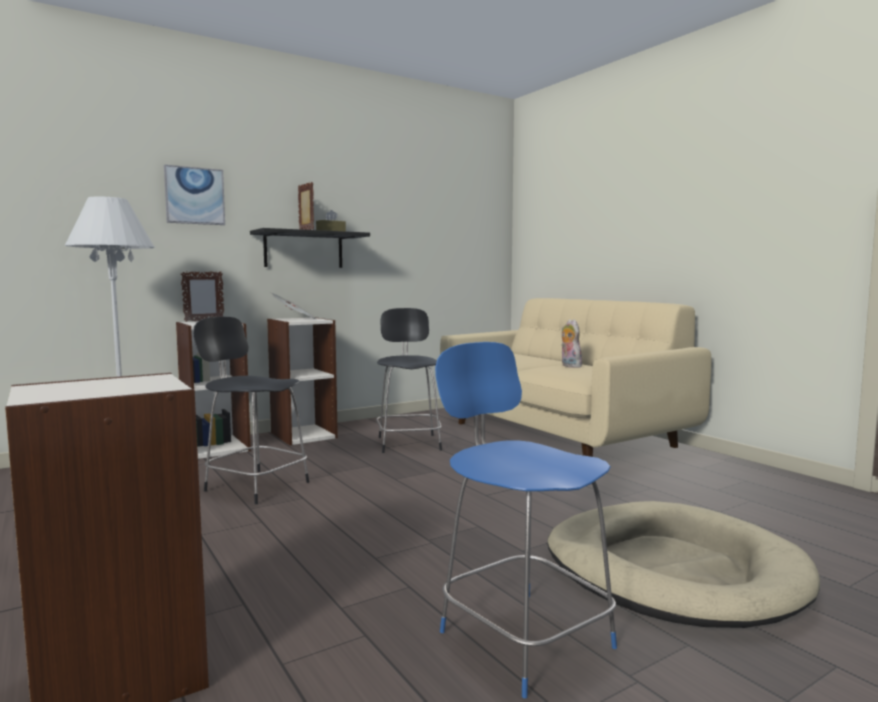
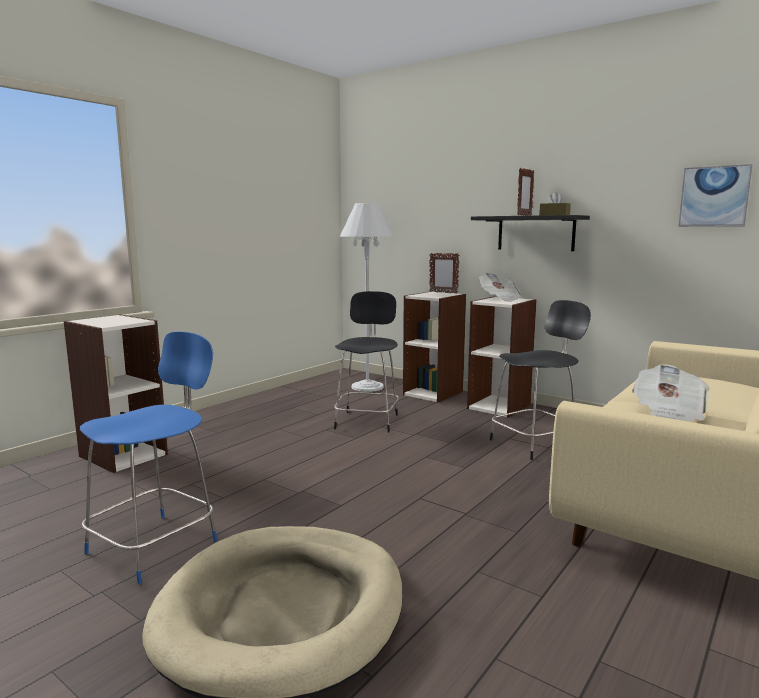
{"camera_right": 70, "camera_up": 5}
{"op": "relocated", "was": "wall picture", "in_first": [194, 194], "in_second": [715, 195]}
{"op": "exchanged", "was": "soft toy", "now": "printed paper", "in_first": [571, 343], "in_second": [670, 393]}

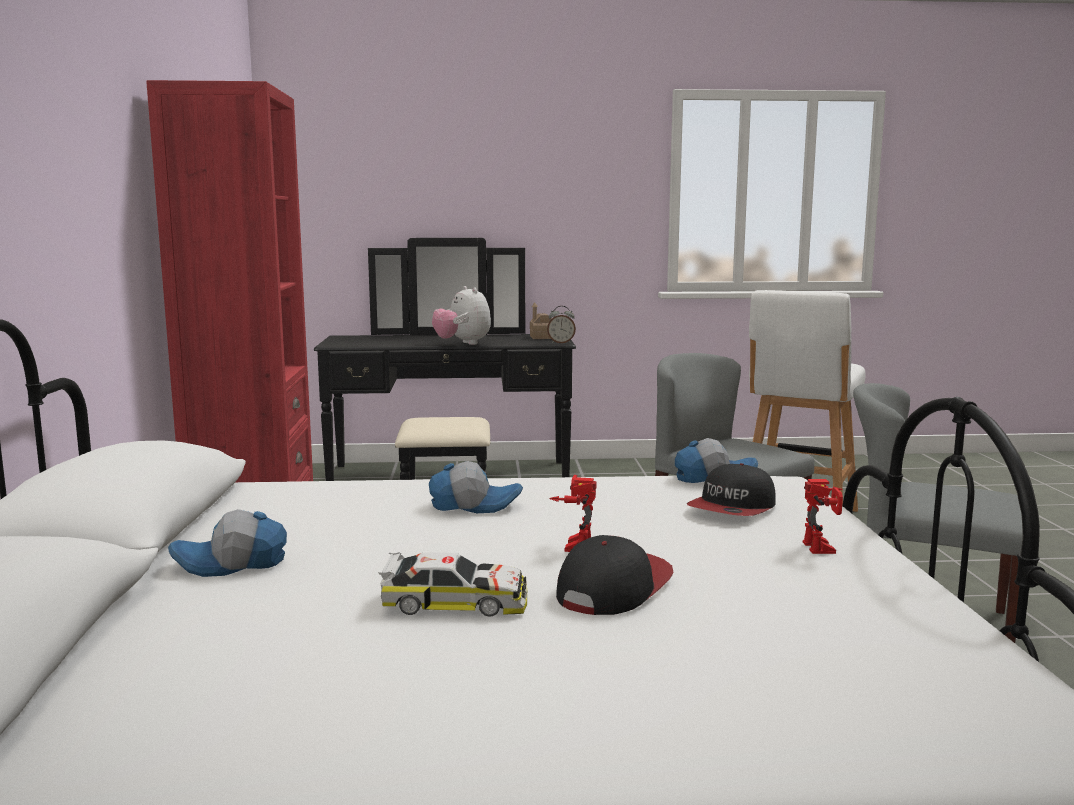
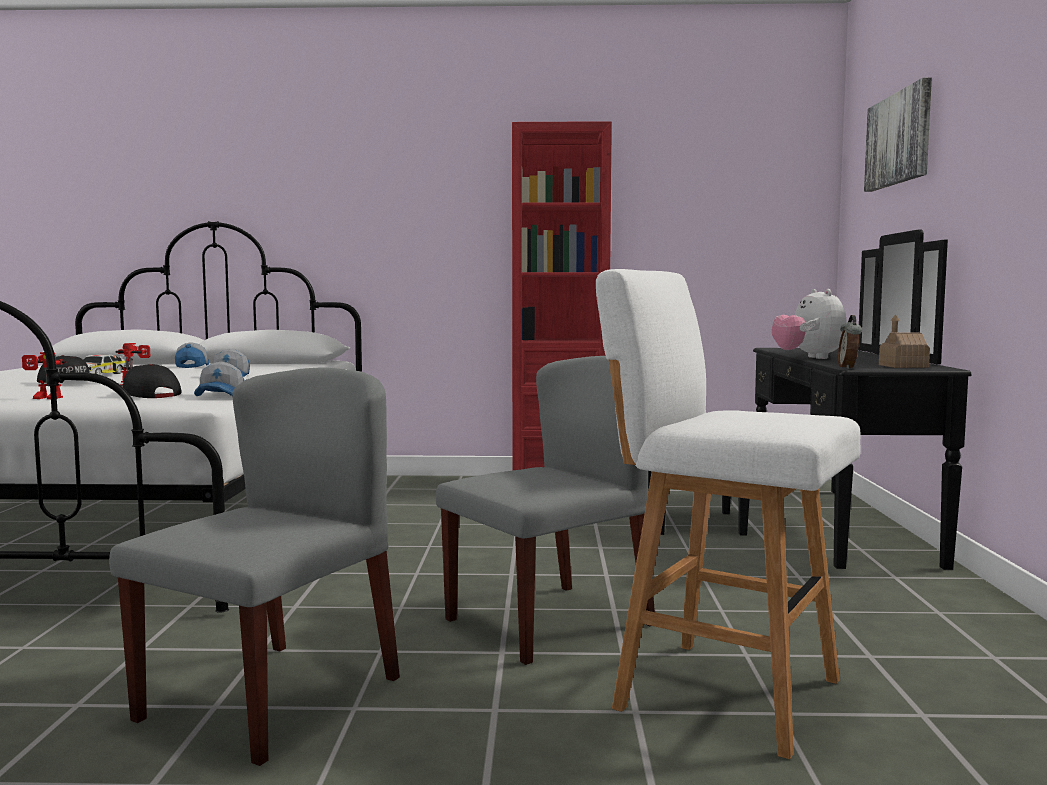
{"camera_right": 95, "camera_up": -5}
{"op": "spun", "was": "soft toy", "in_first": [461, 315], "in_second": [809, 324], "clockwise": -75}
{"op": "appeared", "now": "wall picture", "in_second": [898, 135]}

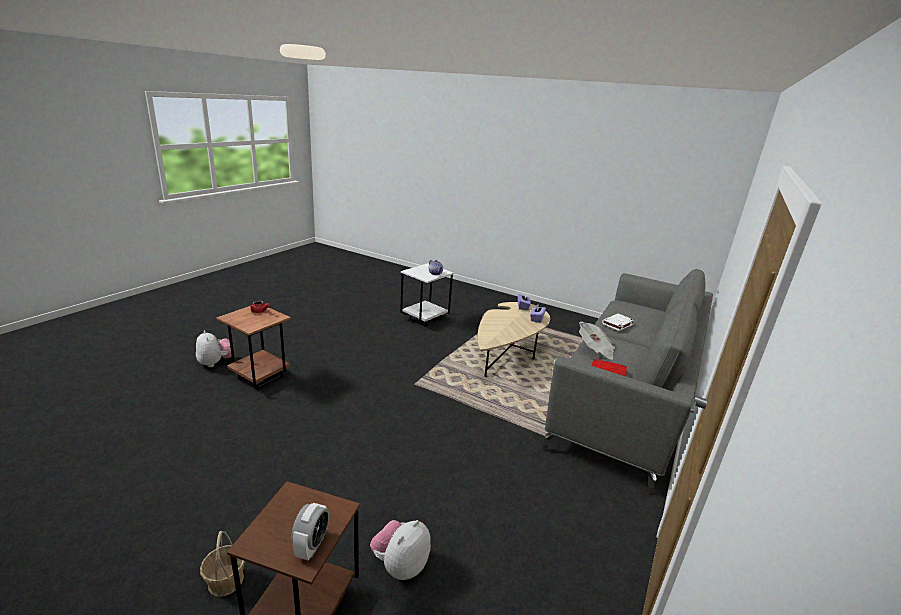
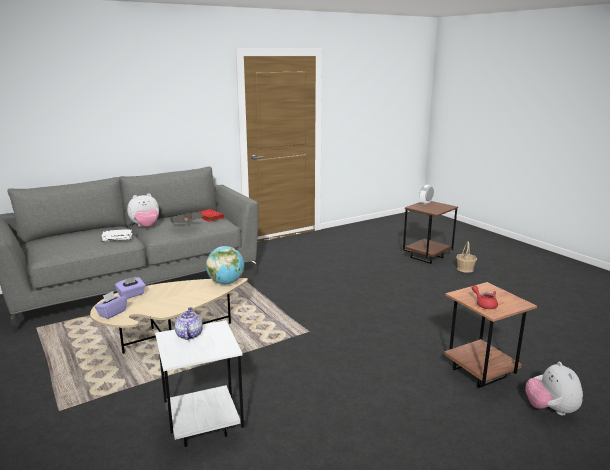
{"camera_right": -150, "camera_up": -5}
{"op": "relocated", "was": "soft toy", "in_first": [400, 550], "in_second": [143, 210]}
{"op": "appeared", "now": "globe", "in_second": [225, 265]}

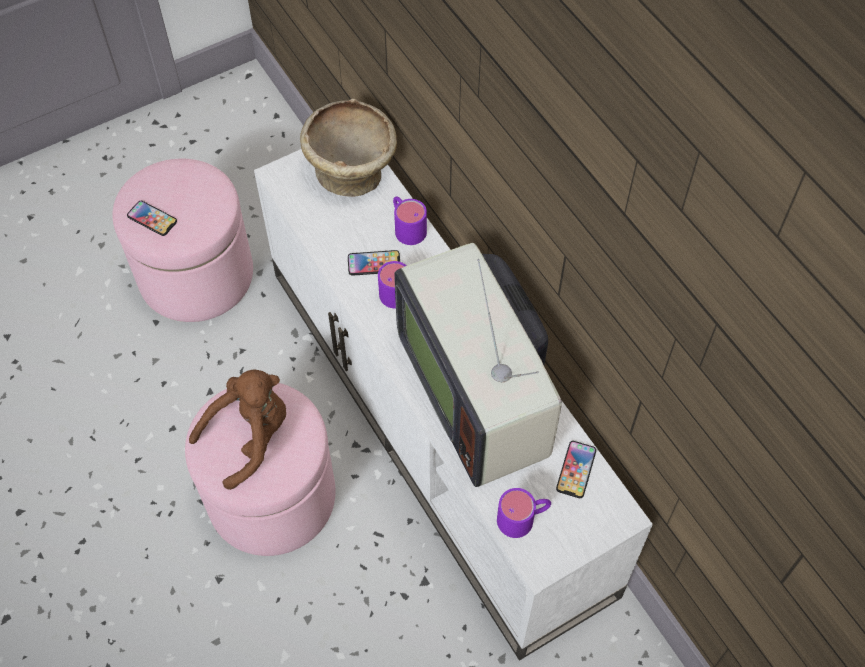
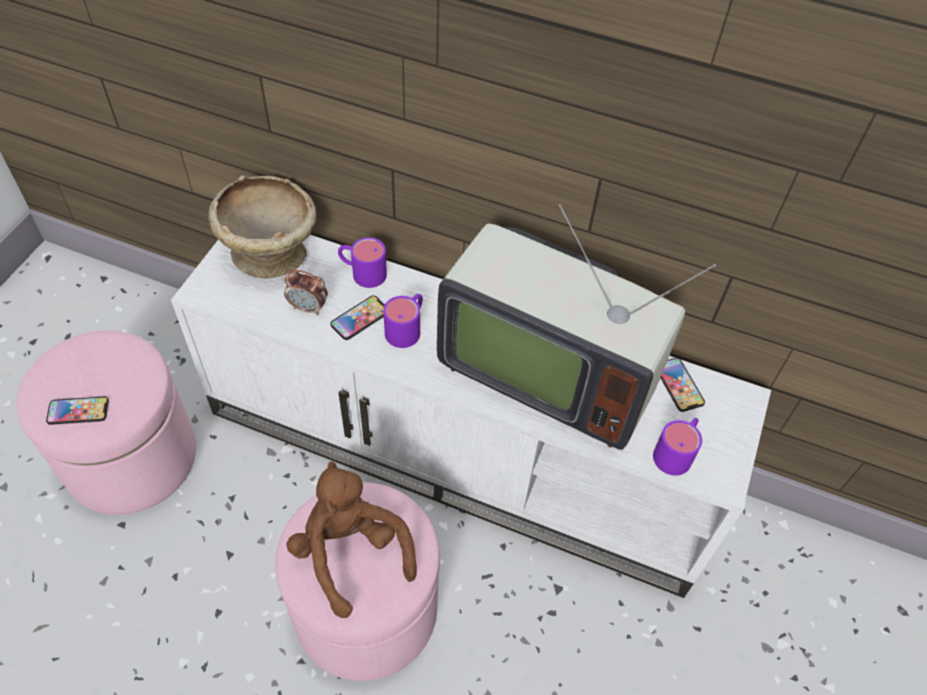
{"camera_right": -40, "camera_up": -5}
{"op": "spun", "was": "brown soft toy", "in_first": [237, 430], "in_second": [351, 539], "clockwise": -45}
{"op": "appeared", "now": "bedside clock", "in_second": [306, 292]}

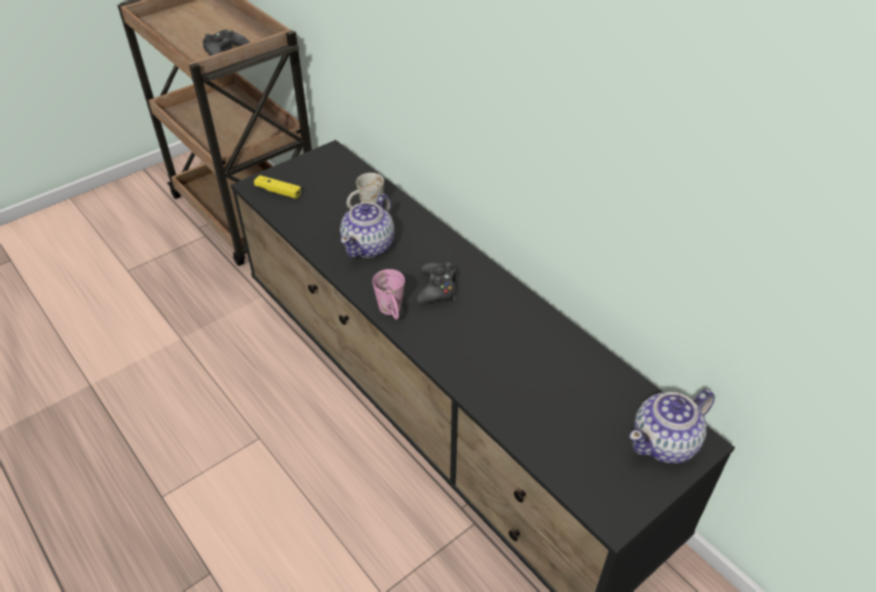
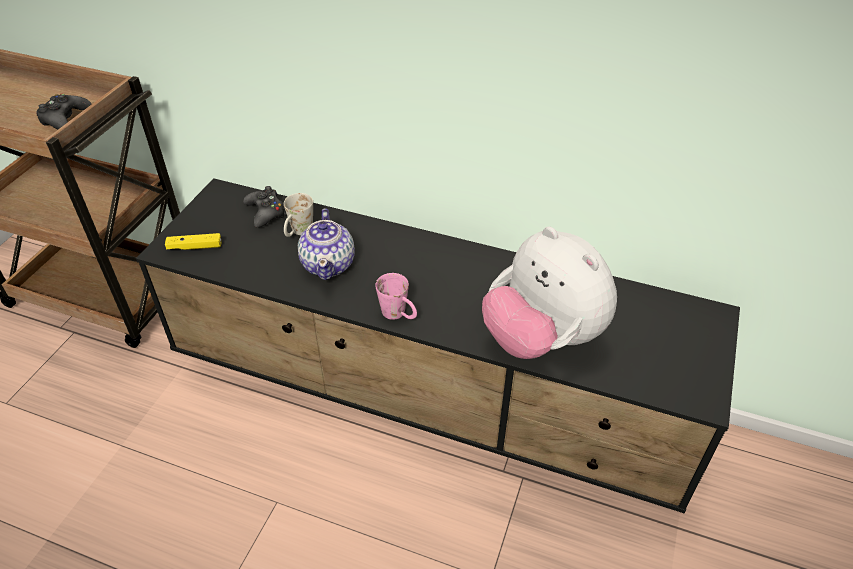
{"camera_right": -30, "camera_up": 0}
{"op": "relocated", "was": "blackish gamepad", "in_first": [437, 283], "in_second": [264, 207]}
{"op": "missing", "was": "pot for tea", "in_first": [672, 426]}
{"op": "appeared", "now": "soft toy", "in_second": [549, 292]}

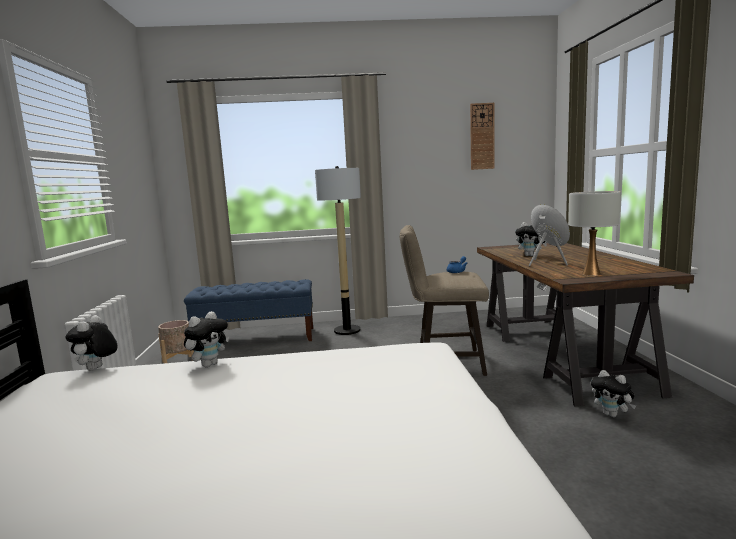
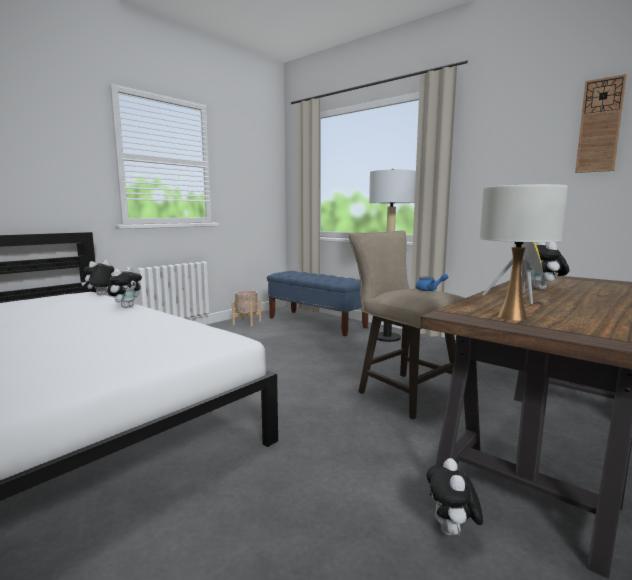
{"camera_right": 45, "camera_up": 0}
{"op": "spun", "was": "soft toy", "in_first": [206, 339], "in_second": [124, 287], "clockwise": -60}

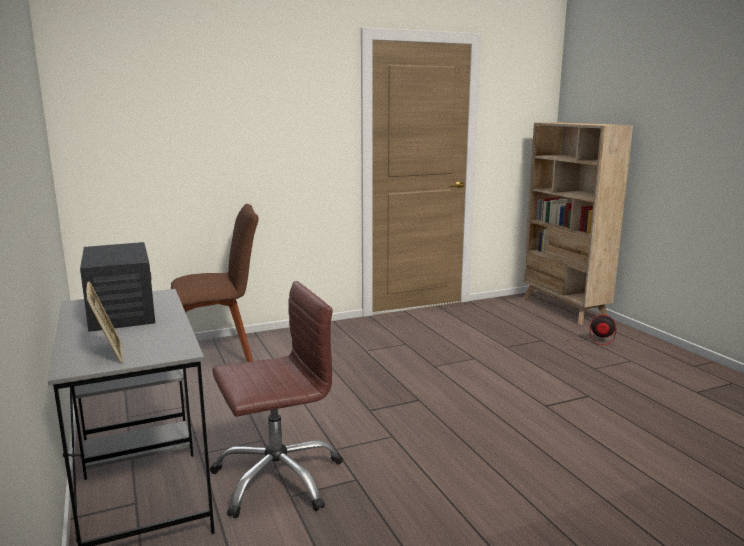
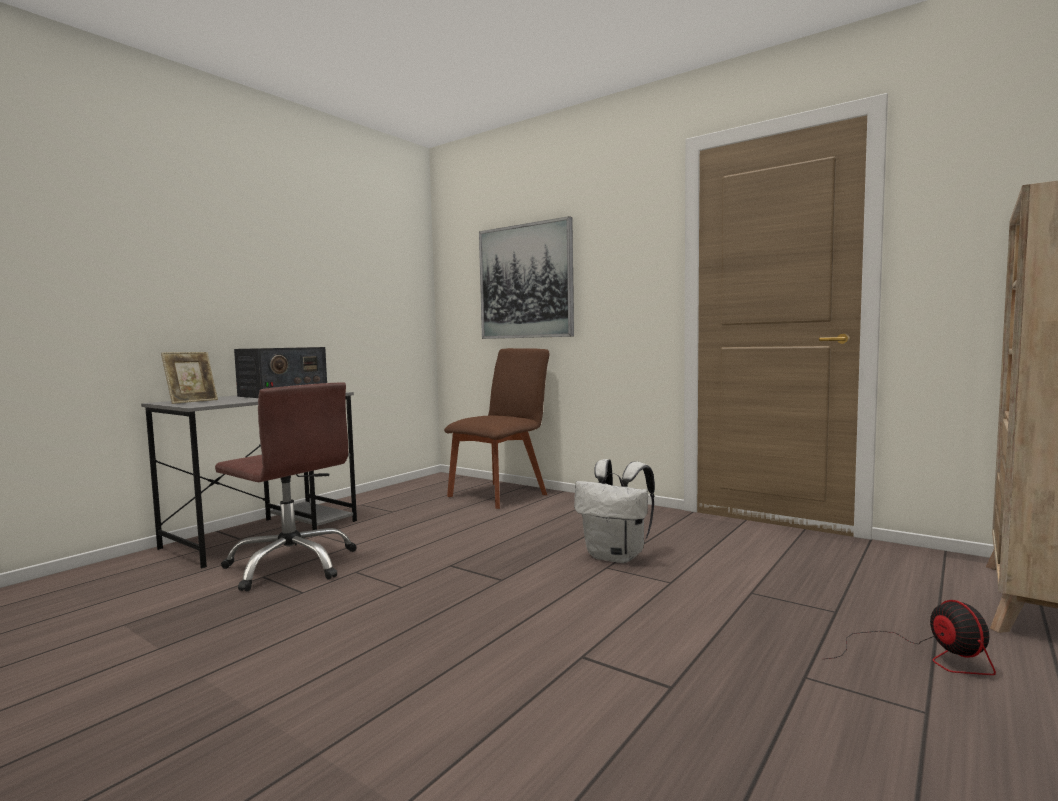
{"camera_right": 60, "camera_up": -10}
{"op": "spun", "was": "brown chair", "in_first": [215, 283], "in_second": [497, 428], "clockwise": -90}
{"op": "appeared", "now": "wall picture", "in_second": [526, 277]}
{"op": "appeared", "now": "white-coloured backpack", "in_second": [614, 511]}

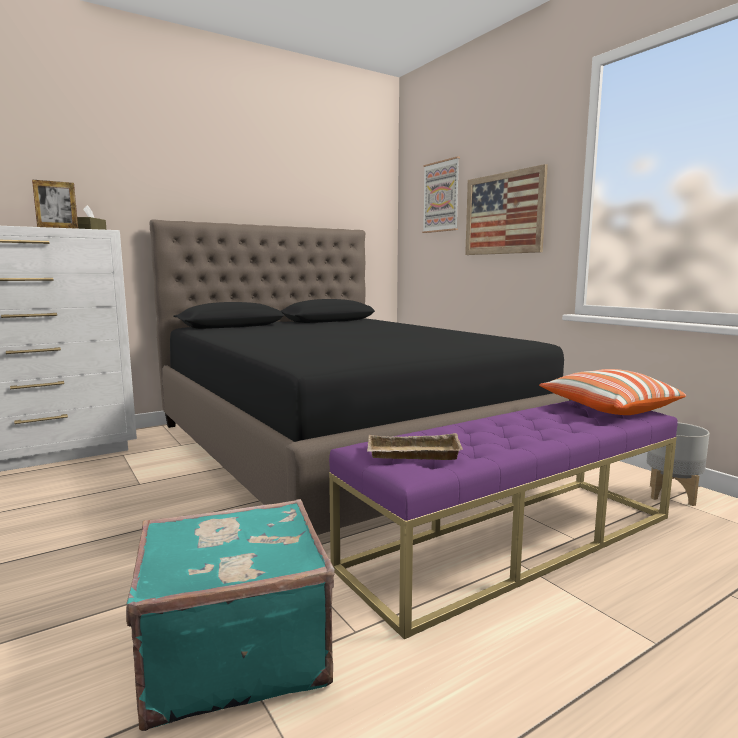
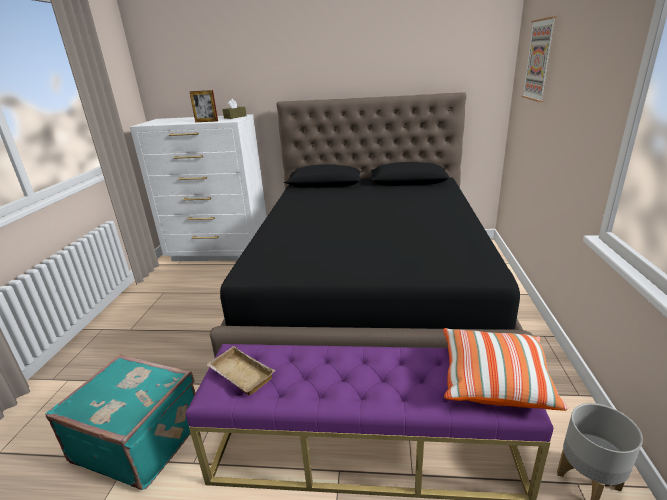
{"camera_right": 40, "camera_up": 15}
{"op": "missing", "was": "wall picture", "in_first": [506, 209]}

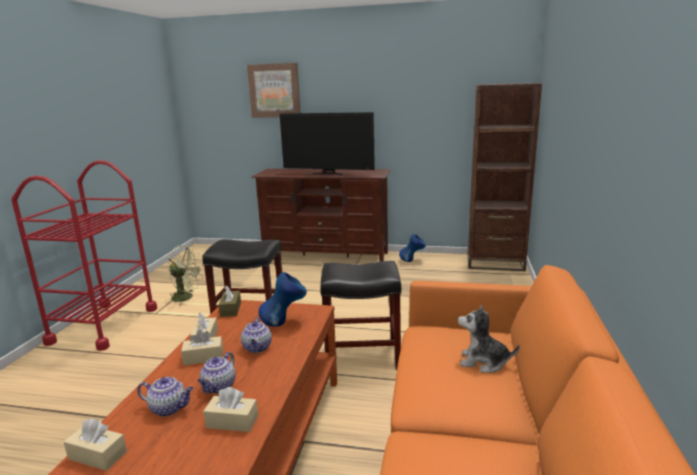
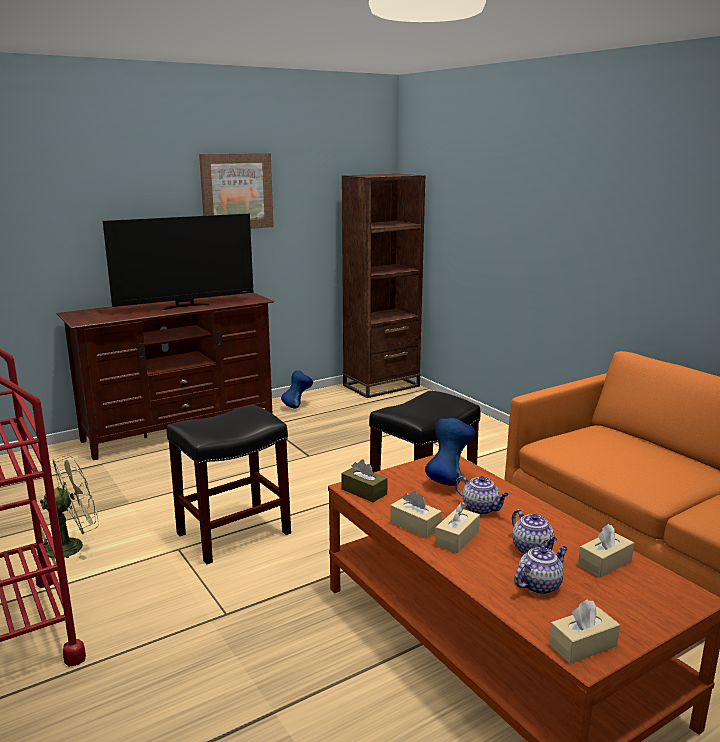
{"camera_right": -45, "camera_up": 0}
{"op": "relocated", "was": "wall picture", "in_first": [273, 90], "in_second": [236, 191]}
{"op": "missing", "was": "soft toy", "in_first": [489, 339]}

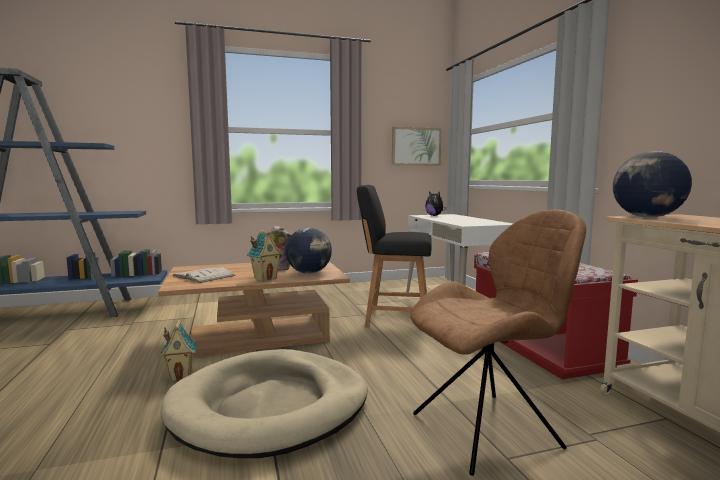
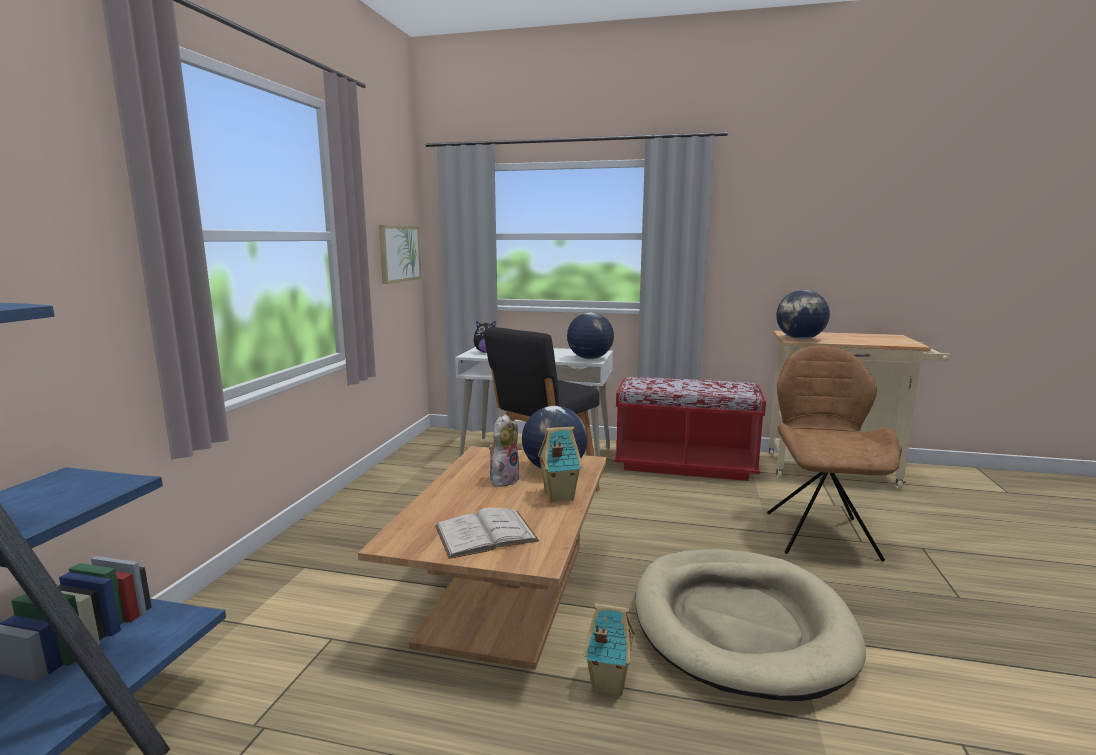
{"camera_right": -60, "camera_up": 5}
{"op": "appeared", "now": "globe", "in_second": [590, 335]}

